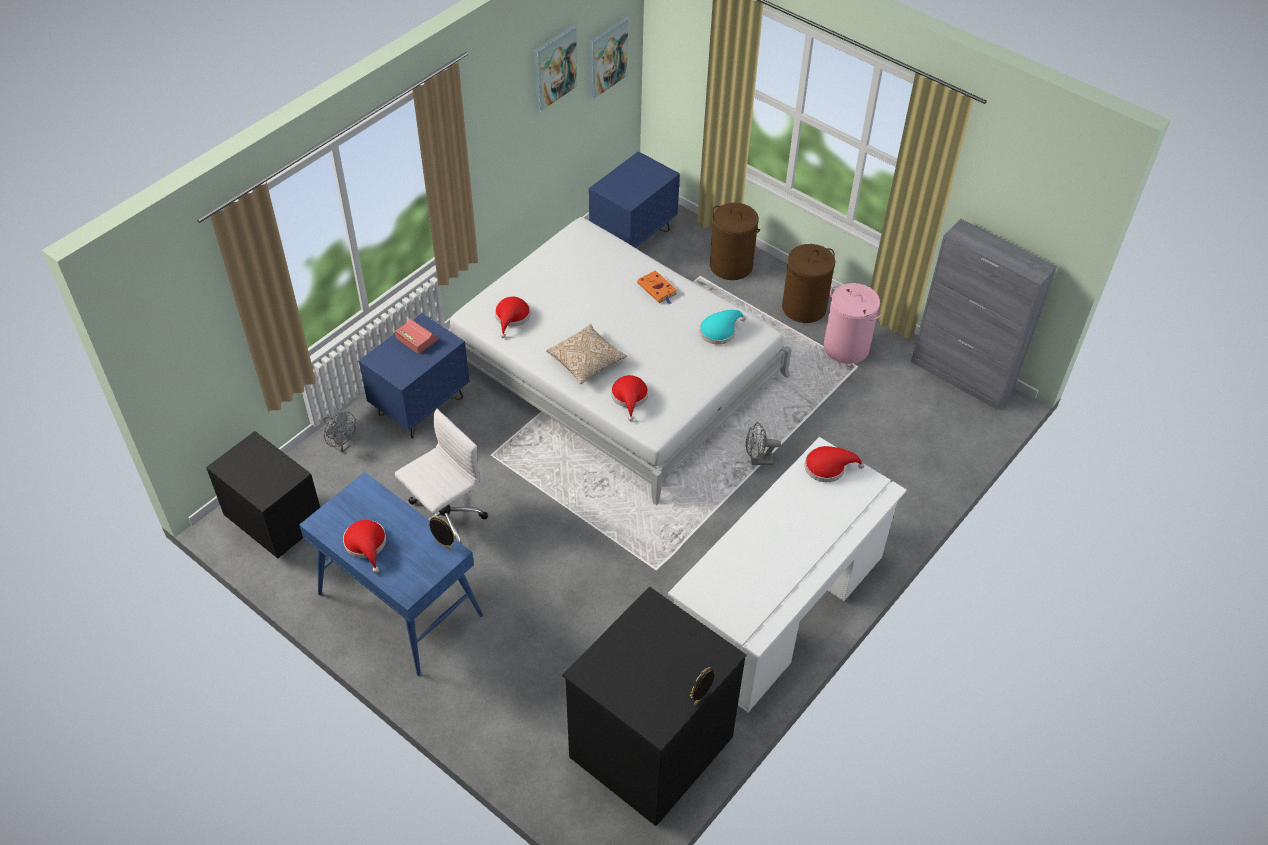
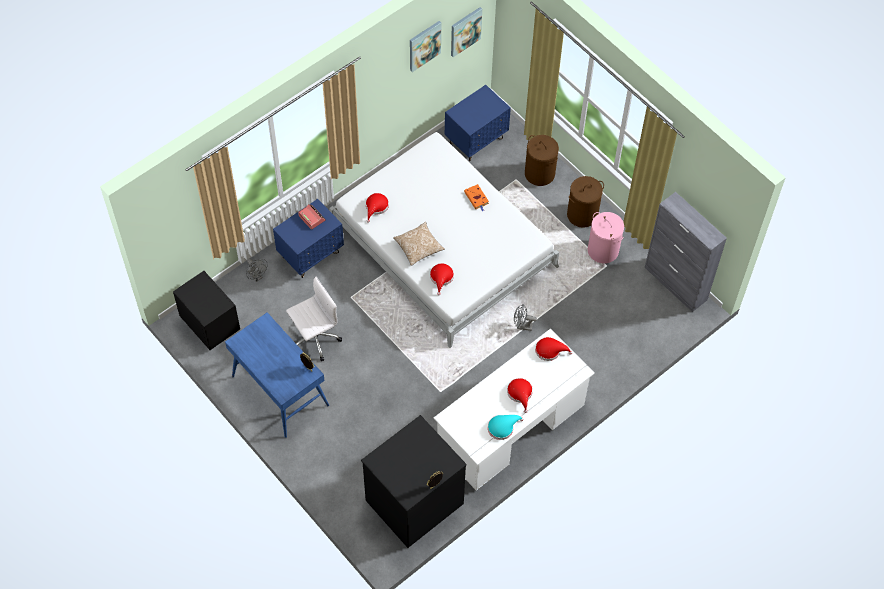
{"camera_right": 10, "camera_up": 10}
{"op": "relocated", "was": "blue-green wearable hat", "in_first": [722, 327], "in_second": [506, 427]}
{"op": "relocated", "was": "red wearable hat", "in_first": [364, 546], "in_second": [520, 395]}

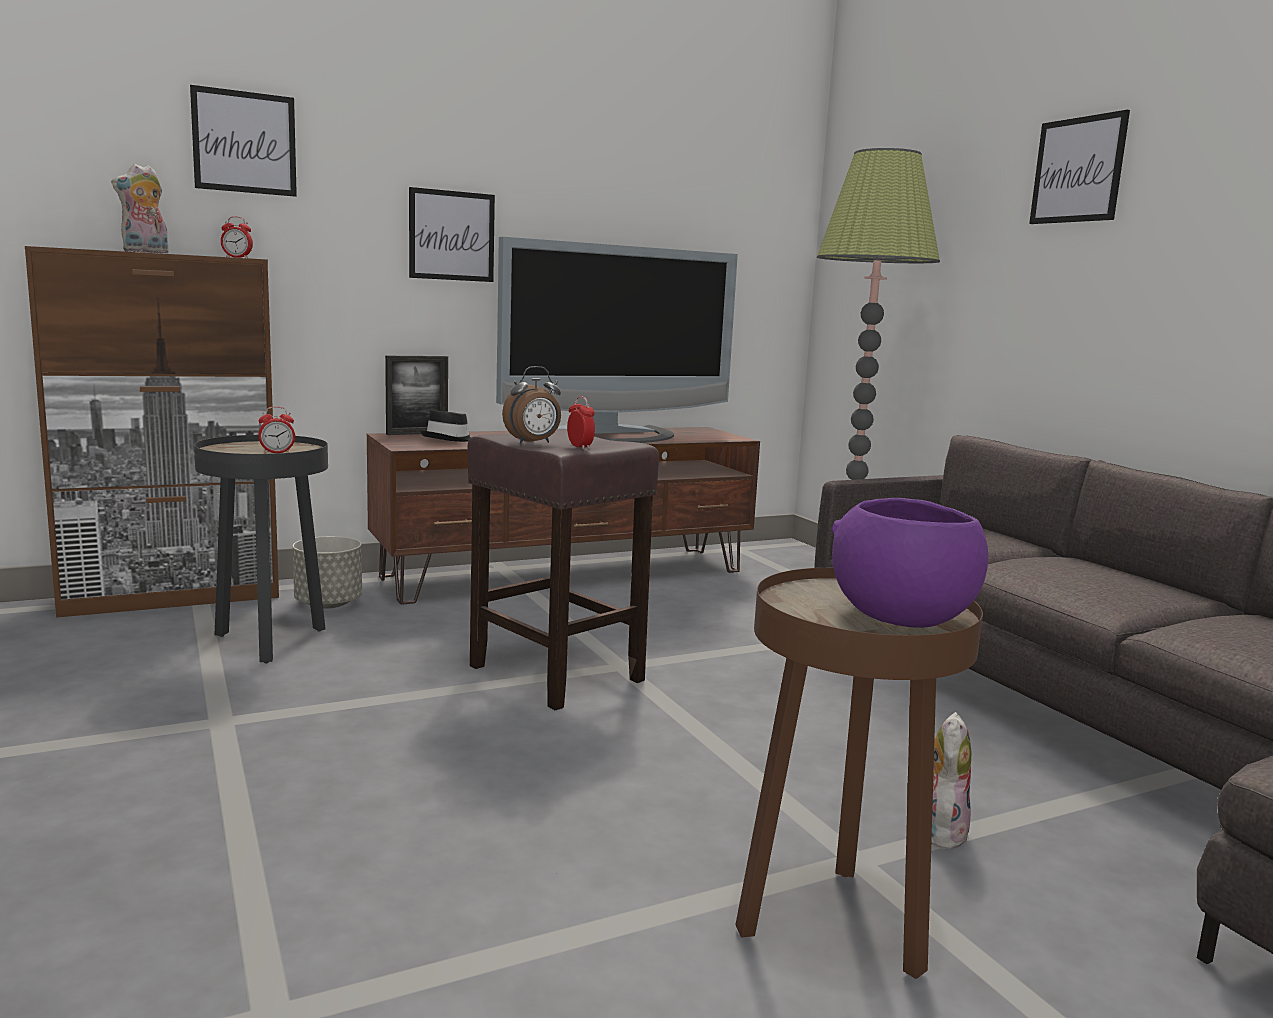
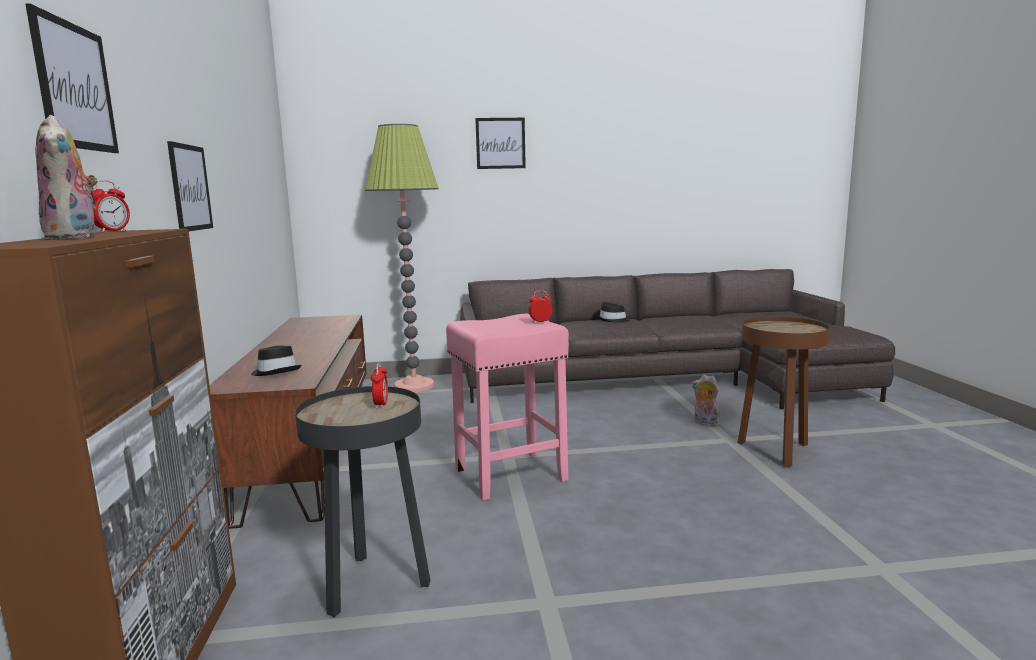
{"camera_right": -70, "camera_up": 0}
{"op": "missing", "was": "TV", "in_first": [617, 340]}
{"op": "missing", "was": "picture frame", "in_first": [416, 395]}
{"op": "missing", "was": "bedside clock", "in_first": [531, 405]}
{"op": "colour", "was": "brown stool", "now": "pink-coloured stool", "in_first": [563, 569], "in_second": [507, 407]}
{"op": "missing", "was": "purplish deep dish", "in_first": [909, 563]}
{"op": "missing", "was": "greyish plant pot", "in_first": [327, 572]}
{"op": "appeared", "now": "blackish wearable hat", "in_second": [613, 312]}

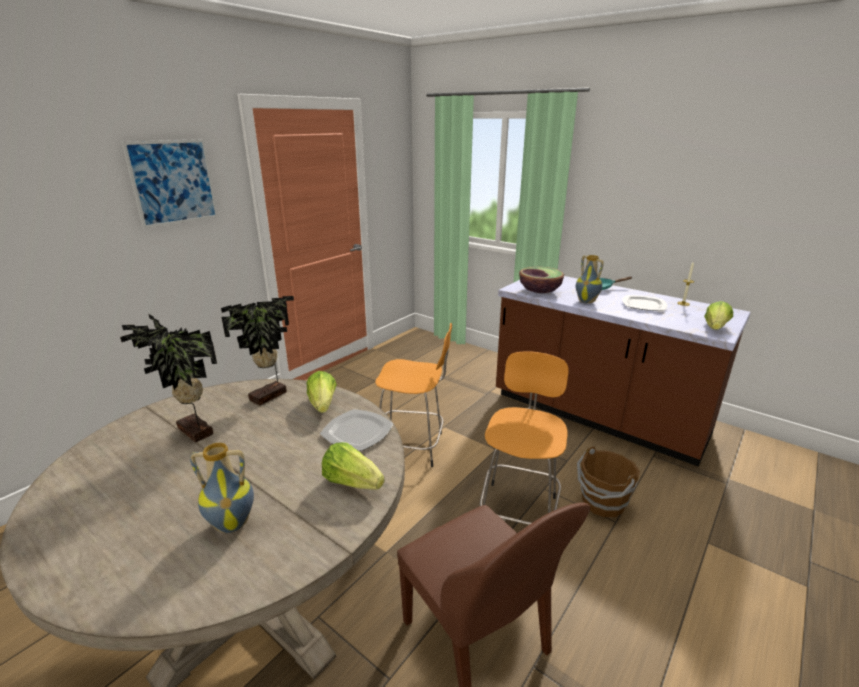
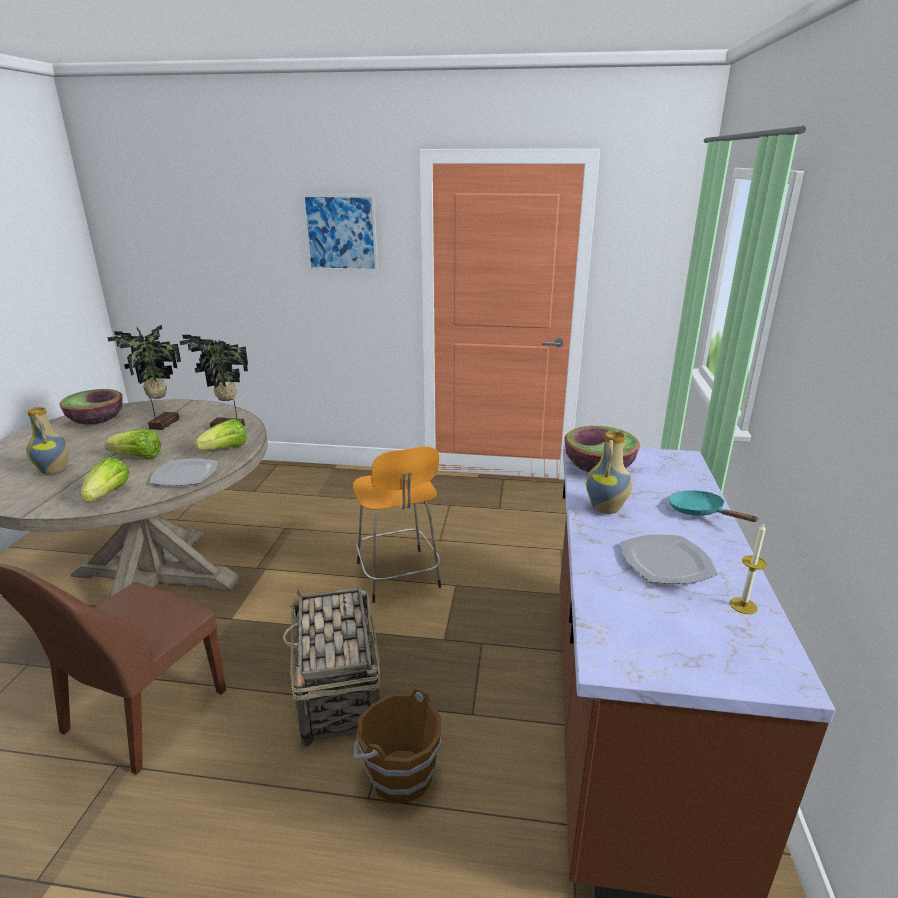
{"camera_right": 60, "camera_up": 0}
{"op": "relocated", "was": "head of lettuce", "in_first": [718, 315], "in_second": [133, 444]}
{"op": "exchanged", "was": "orange-coloured stool", "now": "storage basket", "in_first": [524, 438], "in_second": [331, 667]}
{"op": "appeared", "now": "deep dish", "in_second": [91, 406]}

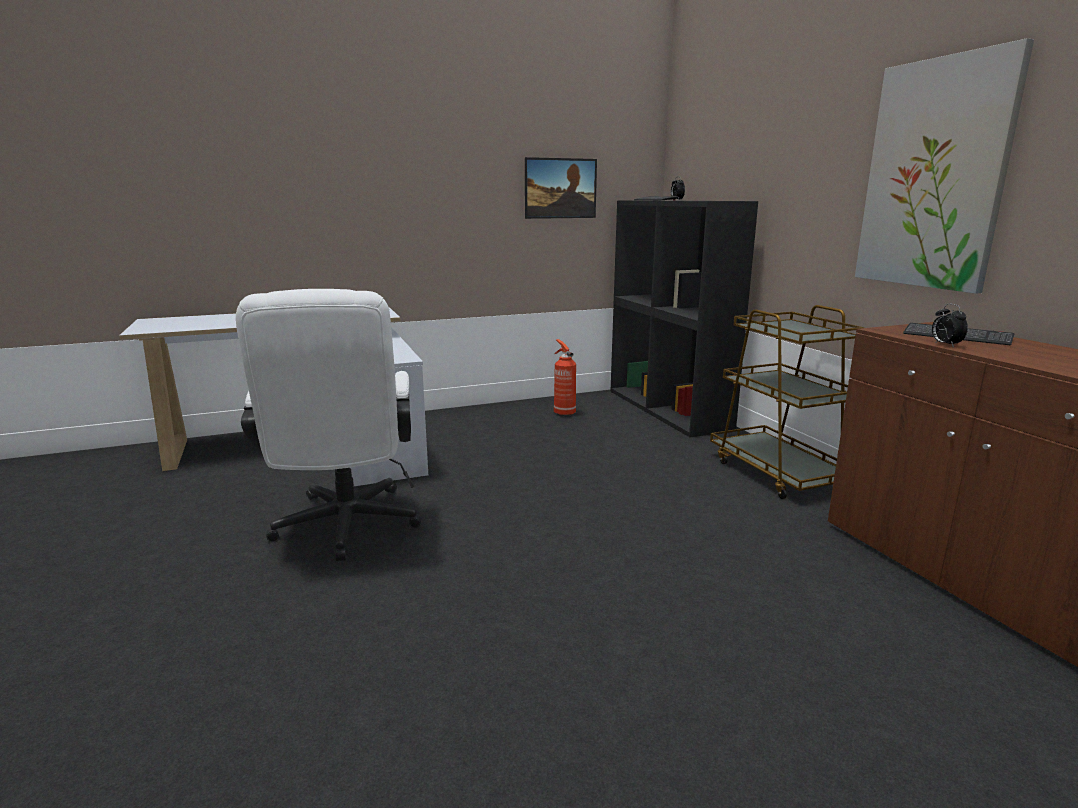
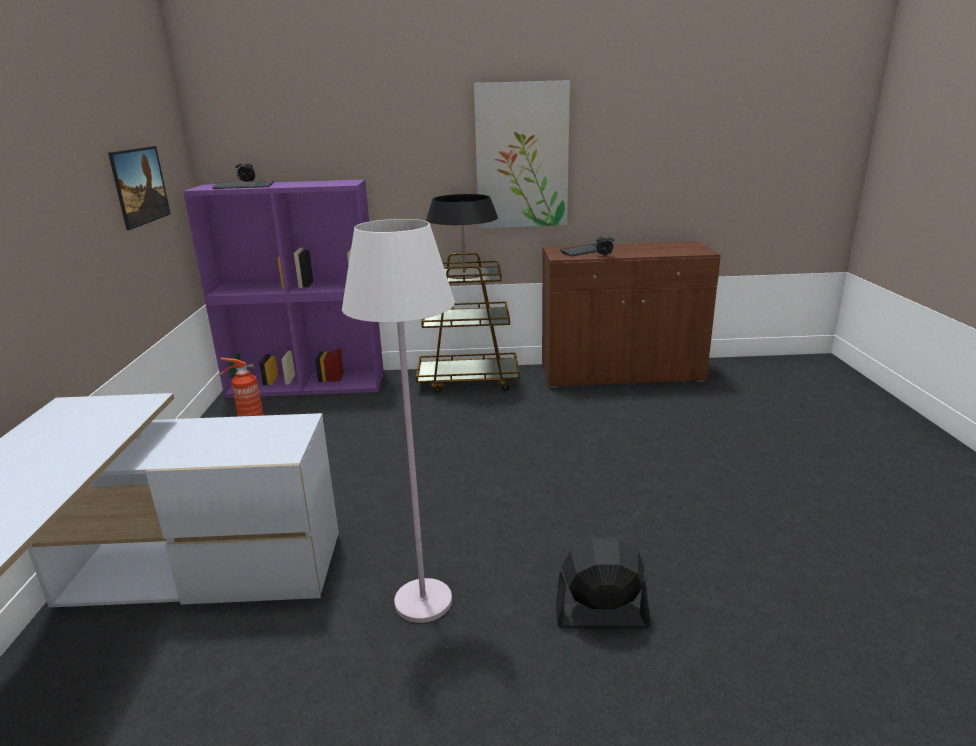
{"camera_right": -70, "camera_up": 5}
{"op": "colour", "was": "blackish bookcase", "now": "purplish bookcase", "in_first": [684, 318], "in_second": [283, 288]}
{"op": "exchanged", "was": "white-coloured computer chair", "now": "white-coloured floor lamp", "in_first": [329, 425], "in_second": [398, 421]}
{"op": "appeared", "now": "table lamp", "in_second": [462, 236]}
{"op": "appeared", "now": "blackish fan", "in_second": [603, 584]}

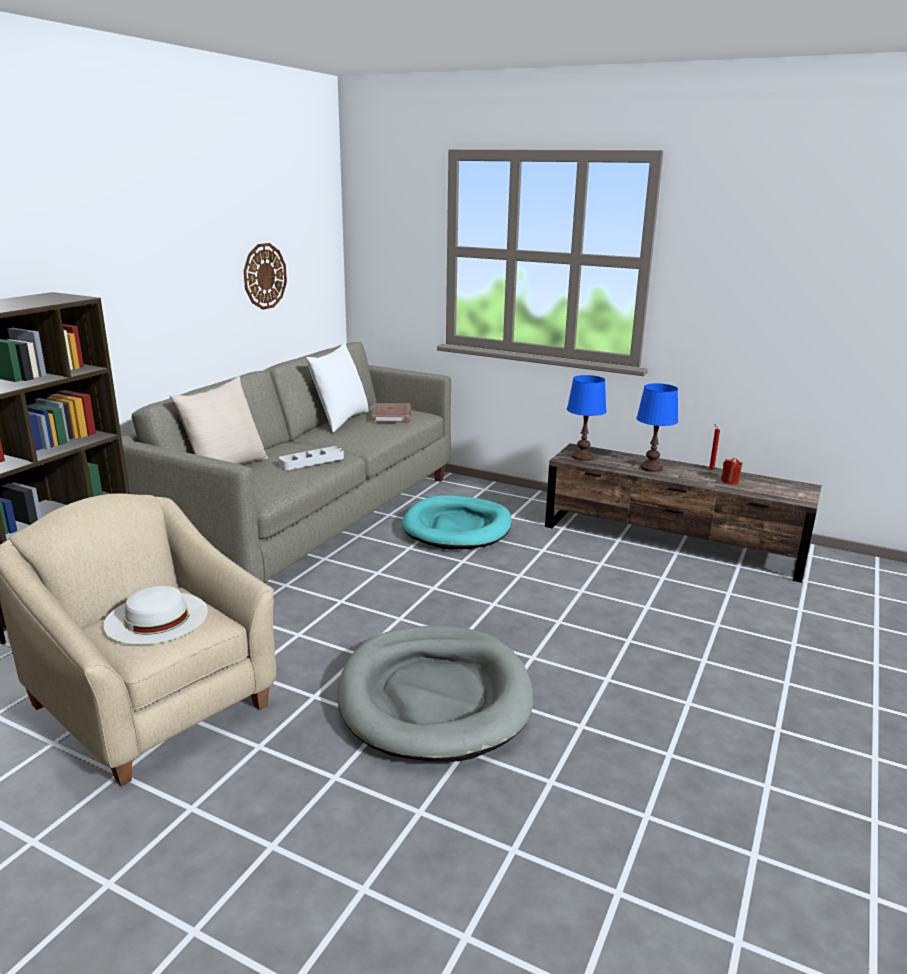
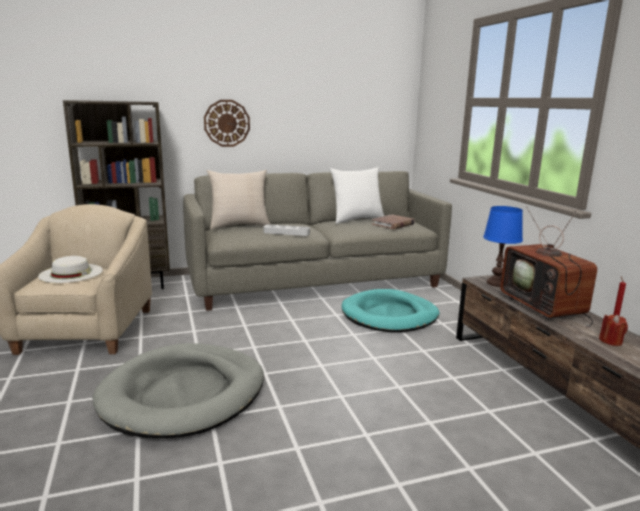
{"camera_right": 45, "camera_up": -5}
{"op": "relocated", "was": "wall clock", "in_first": [265, 276], "in_second": [227, 123]}
{"op": "exchanged", "was": "blue table lamp", "now": "TV", "in_first": [657, 427], "in_second": [549, 267]}

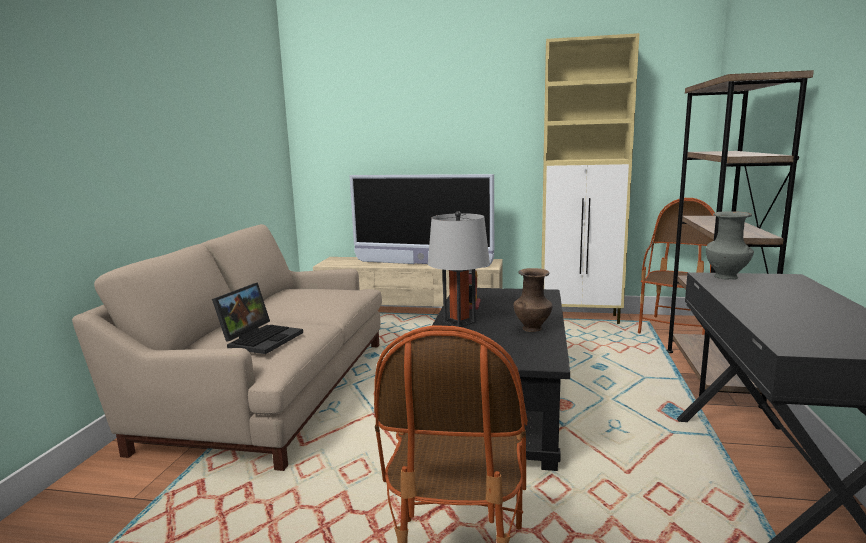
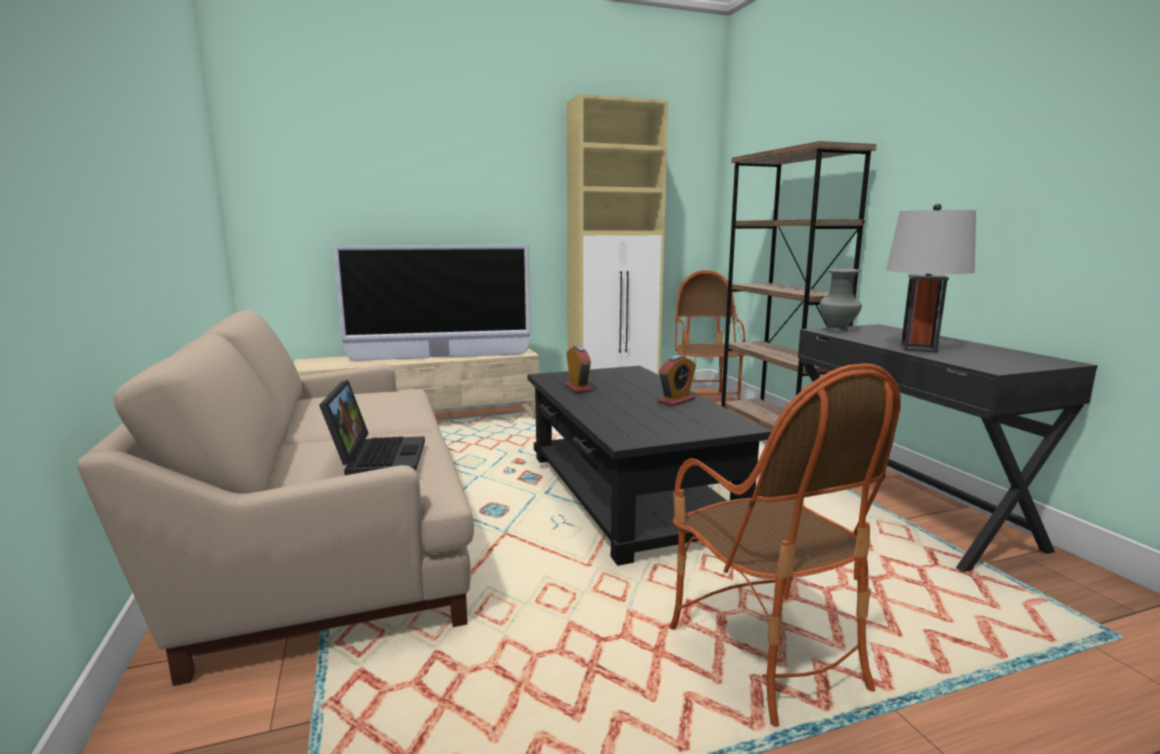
{"camera_right": -30, "camera_up": 0}
{"op": "relocated", "was": "greyish table lamp", "in_first": [459, 269], "in_second": [931, 277]}
{"op": "exchanged", "was": "brown vase", "now": "bedside clock", "in_first": [533, 300], "in_second": [677, 380]}

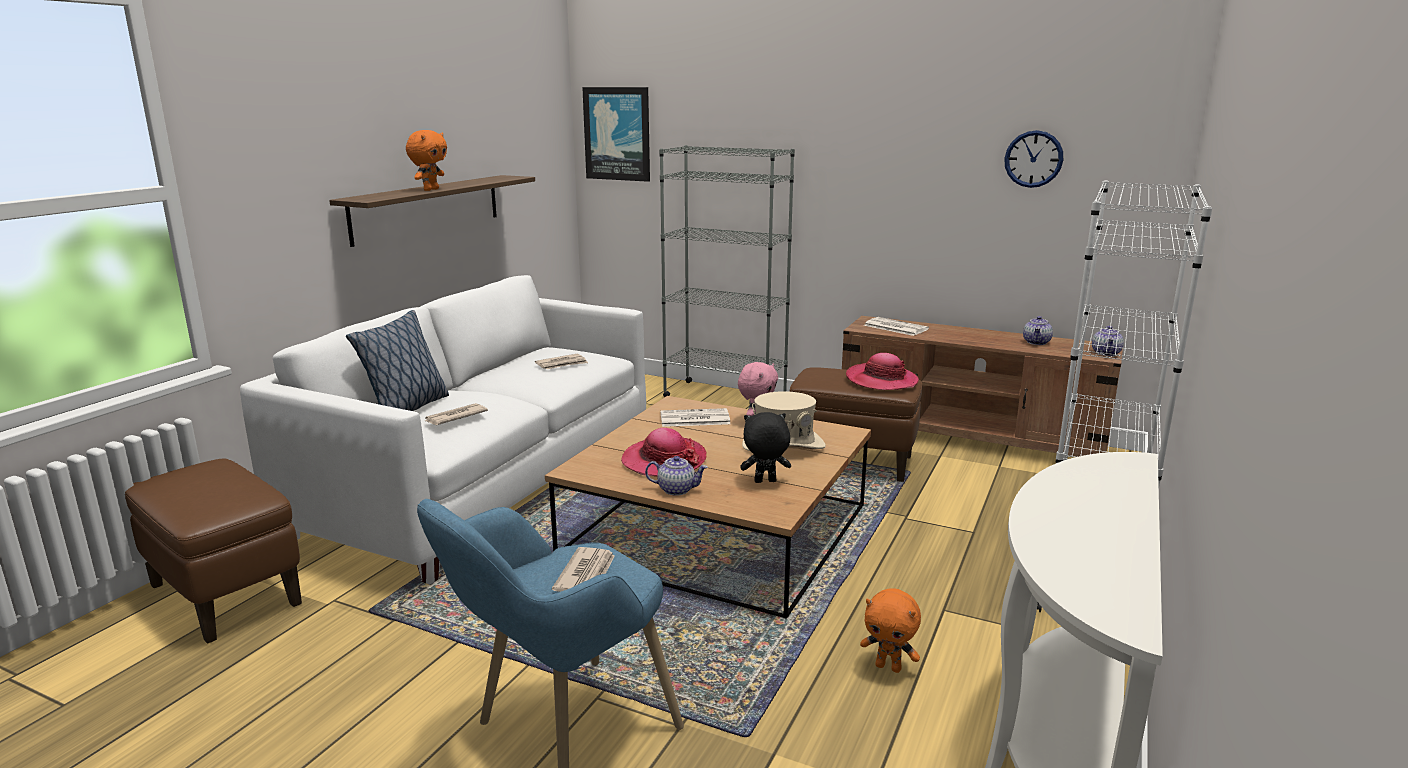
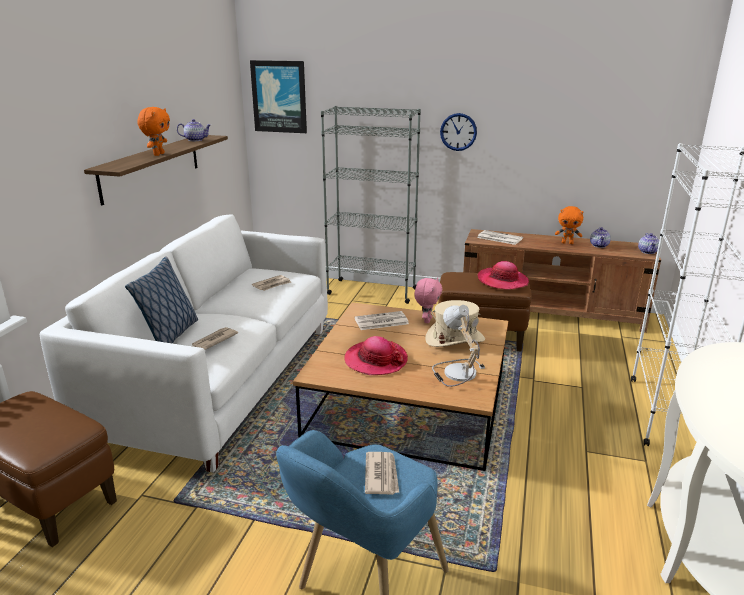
{"camera_right": -10, "camera_up": 5}
{"op": "relocated", "was": "wall clock", "in_first": [1033, 159], "in_second": [458, 132]}
{"op": "exchanged", "was": "blackish soft toy", "now": "table lamp", "in_first": [765, 447], "in_second": [458, 346]}
{"op": "relocated", "was": "pot for tea", "in_first": [676, 476], "in_second": [194, 130]}
{"op": "relocated", "was": "orange-coloured soft toy", "in_first": [890, 630], "in_second": [569, 225]}

